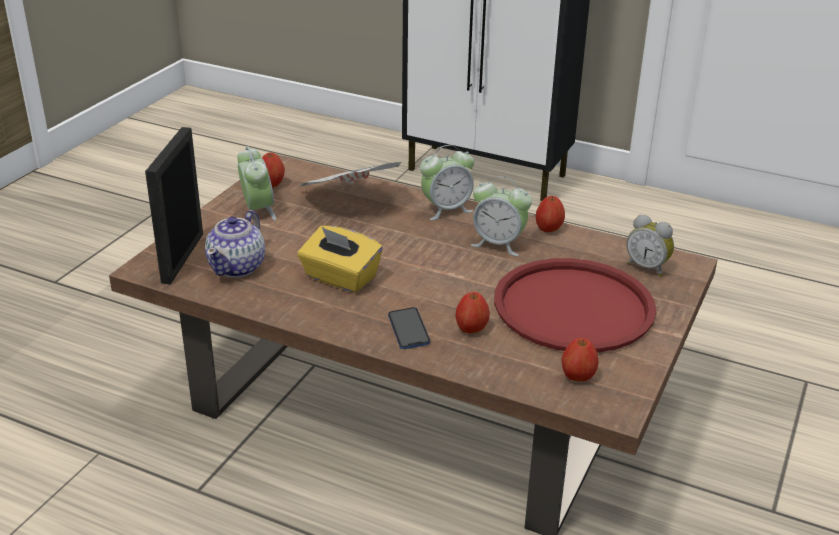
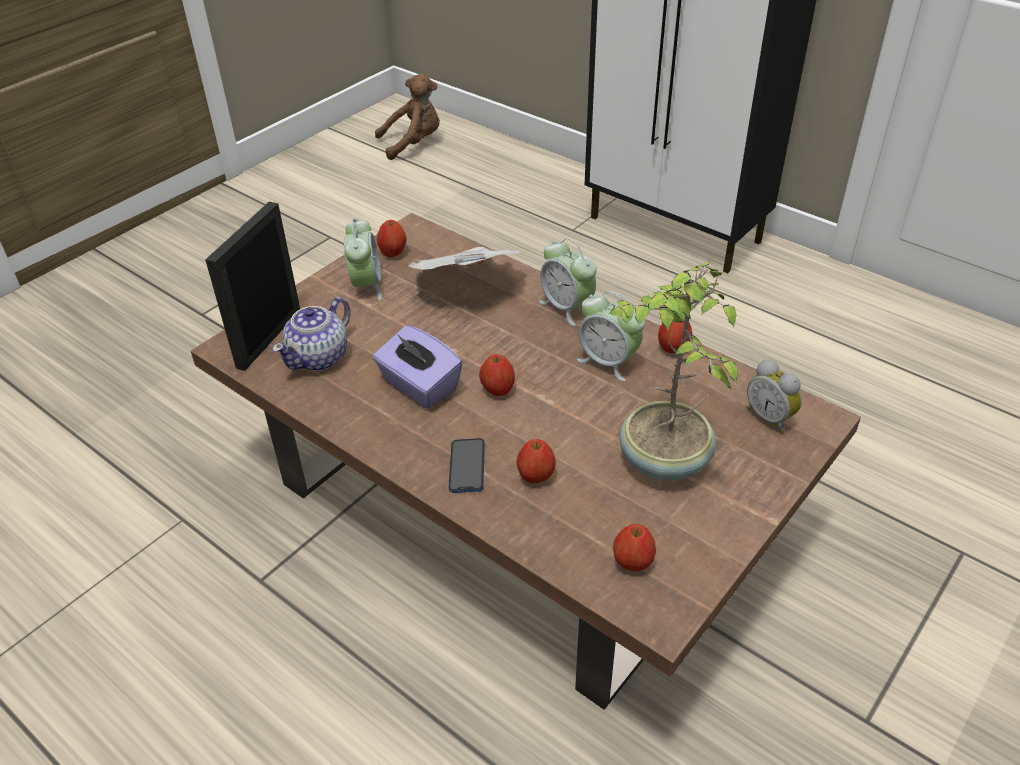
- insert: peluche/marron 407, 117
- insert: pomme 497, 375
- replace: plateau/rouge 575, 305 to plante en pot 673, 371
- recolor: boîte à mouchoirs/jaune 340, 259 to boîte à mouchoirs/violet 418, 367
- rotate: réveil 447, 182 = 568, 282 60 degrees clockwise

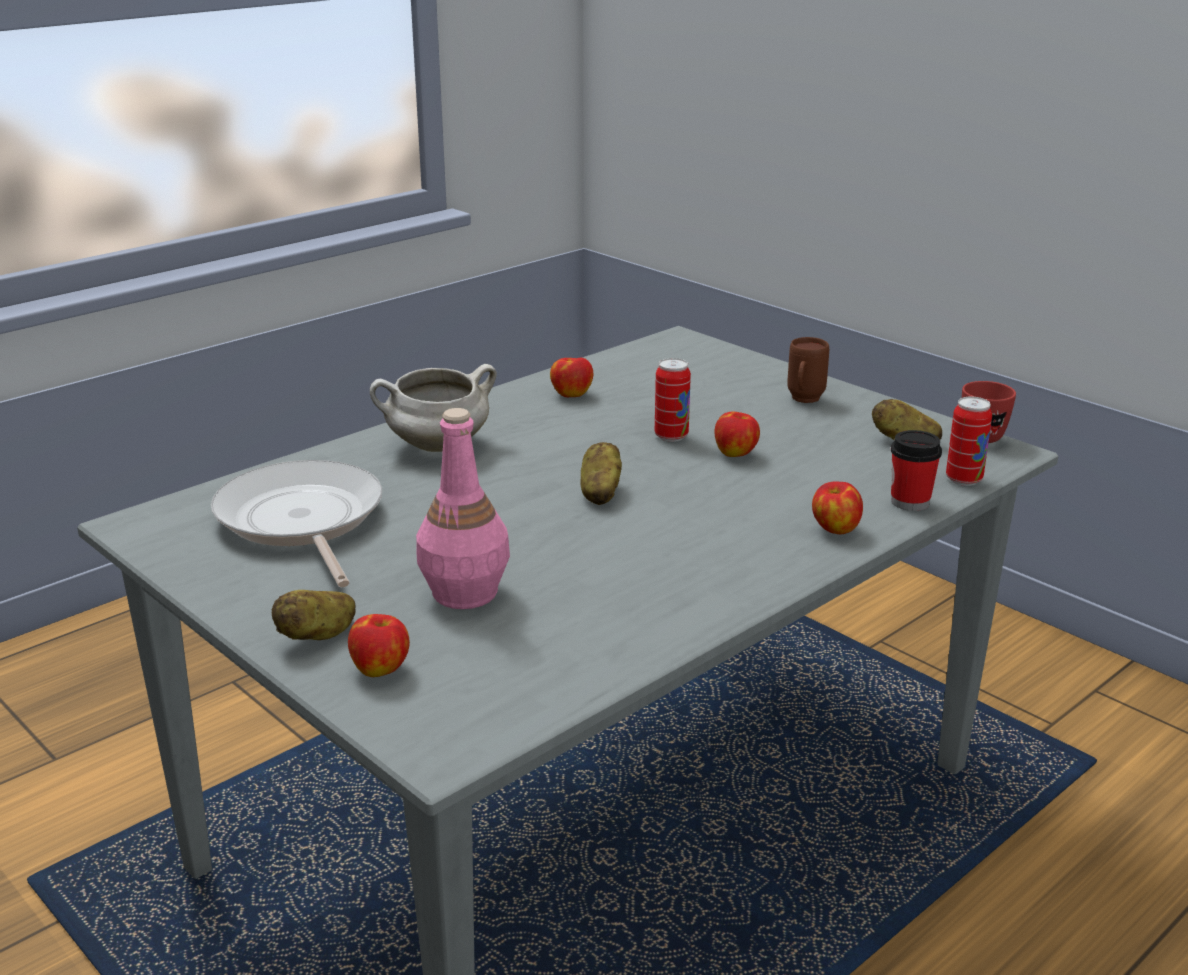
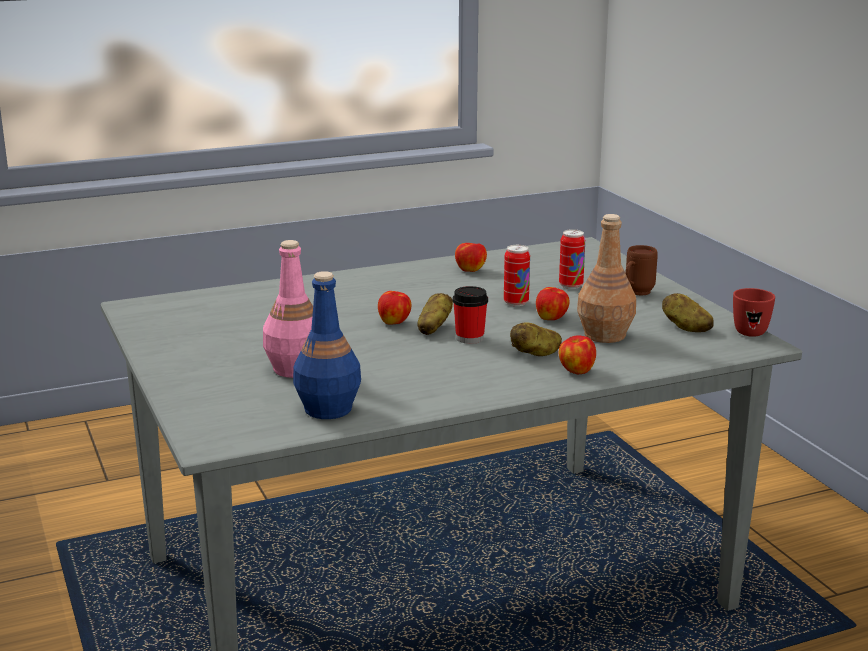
- delete: poêle 296, 523
- delete: marmite/blanc 433, 408
- insert: bouteille/bleu 327, 345
- insert: bouteille/marron 606, 278
- move: pomme de terre 313, 615 to 536, 339
- move: pomme 379, 645 to 394, 308
- move: tasse 916, 470 to 470, 315
- move: boîte métallique 969, 441 to 572, 259

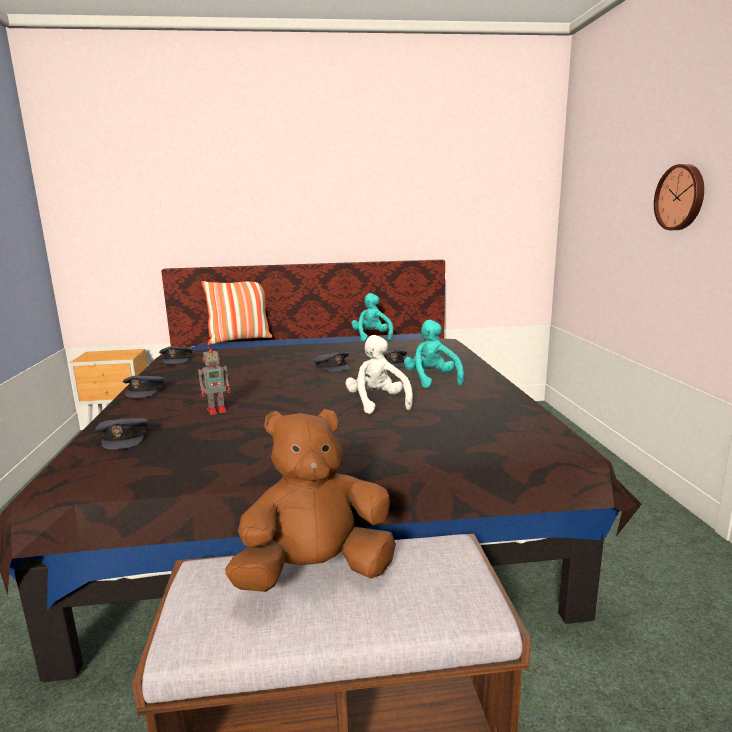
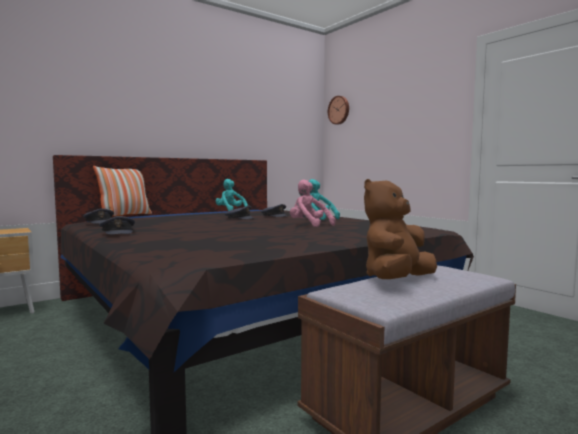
- delete: casquette/gris 122, 433
- delete: robot jouet 214, 380
- move: horloge murale 679, 197 to 338, 110
- recolor: peluche/blanc 379, 374 to peluche/rose 313, 203

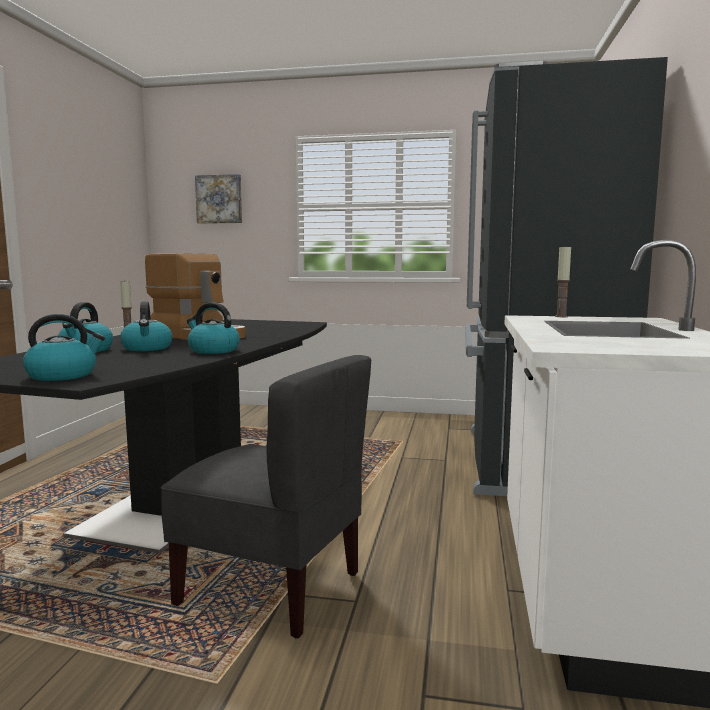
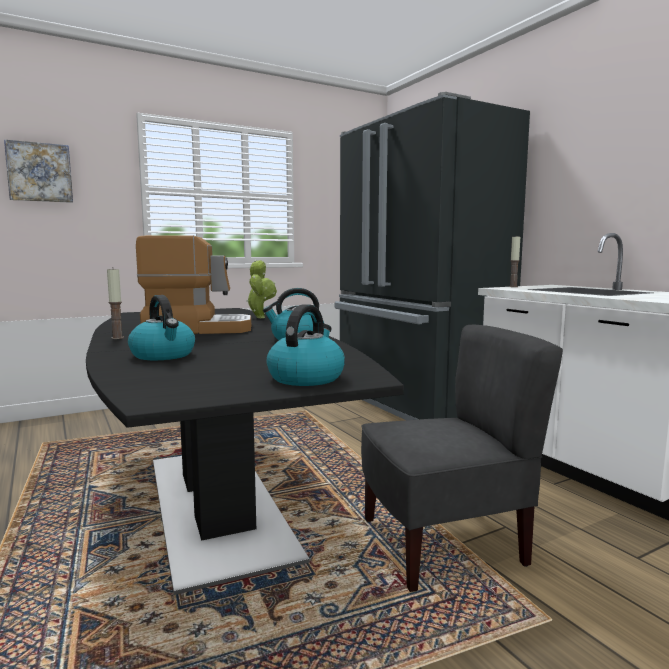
- delete: bouilloire 146, 326
- insert: plante en pot 261, 289

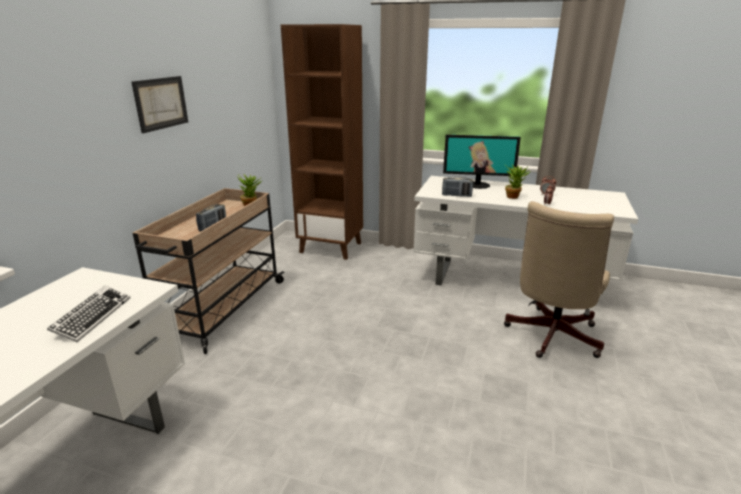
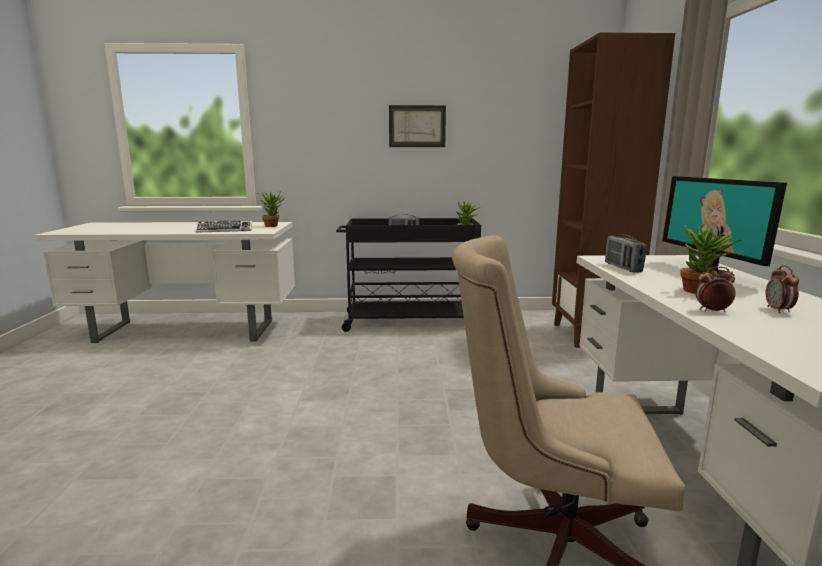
- insert: plante en pot 271, 209
- recolor: chariot/beige 209, 271 to chariot/noir 408, 275

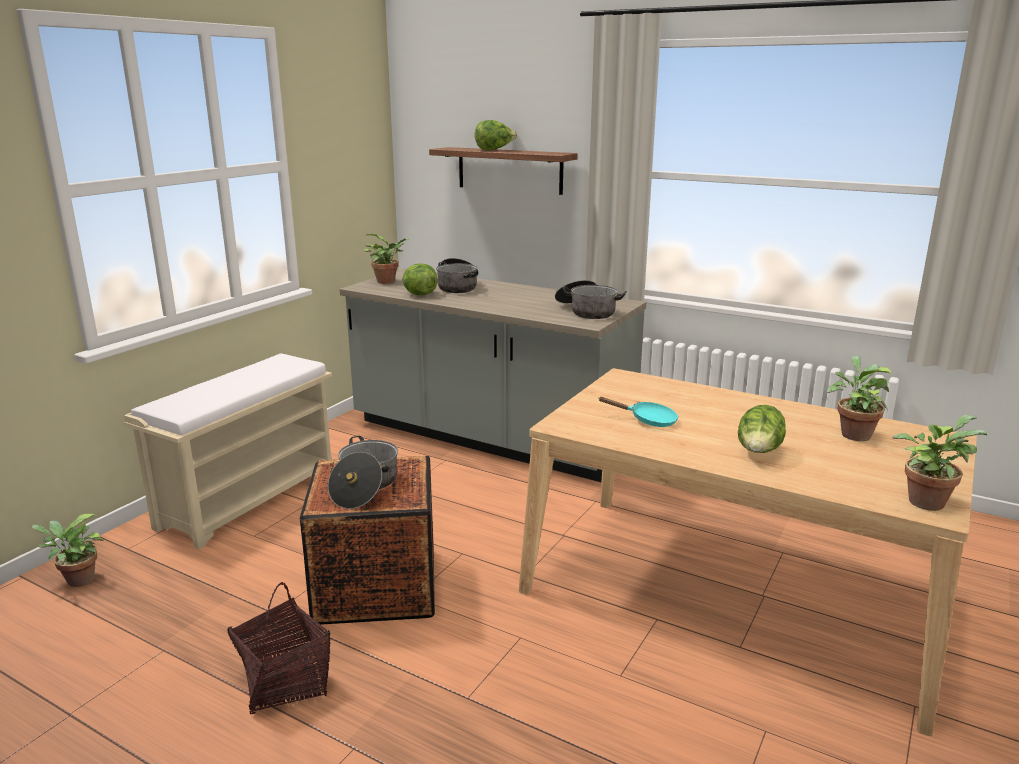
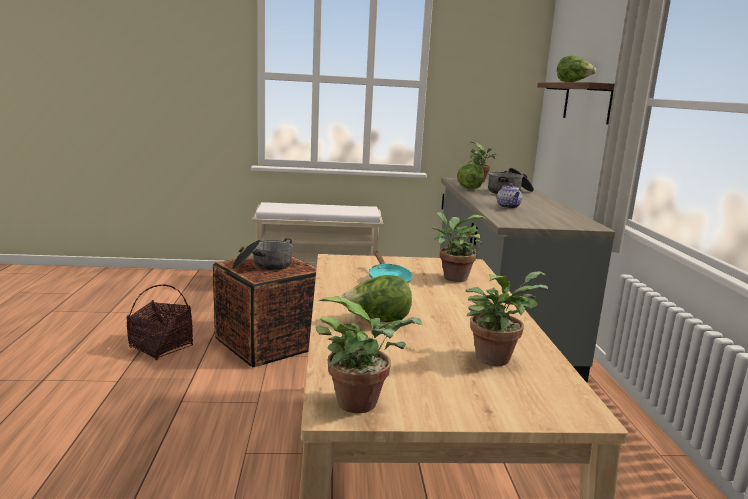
- delete: marmite 590, 299
- insert: théière 509, 196
- move: plante en pot 67, 550 to 459, 247

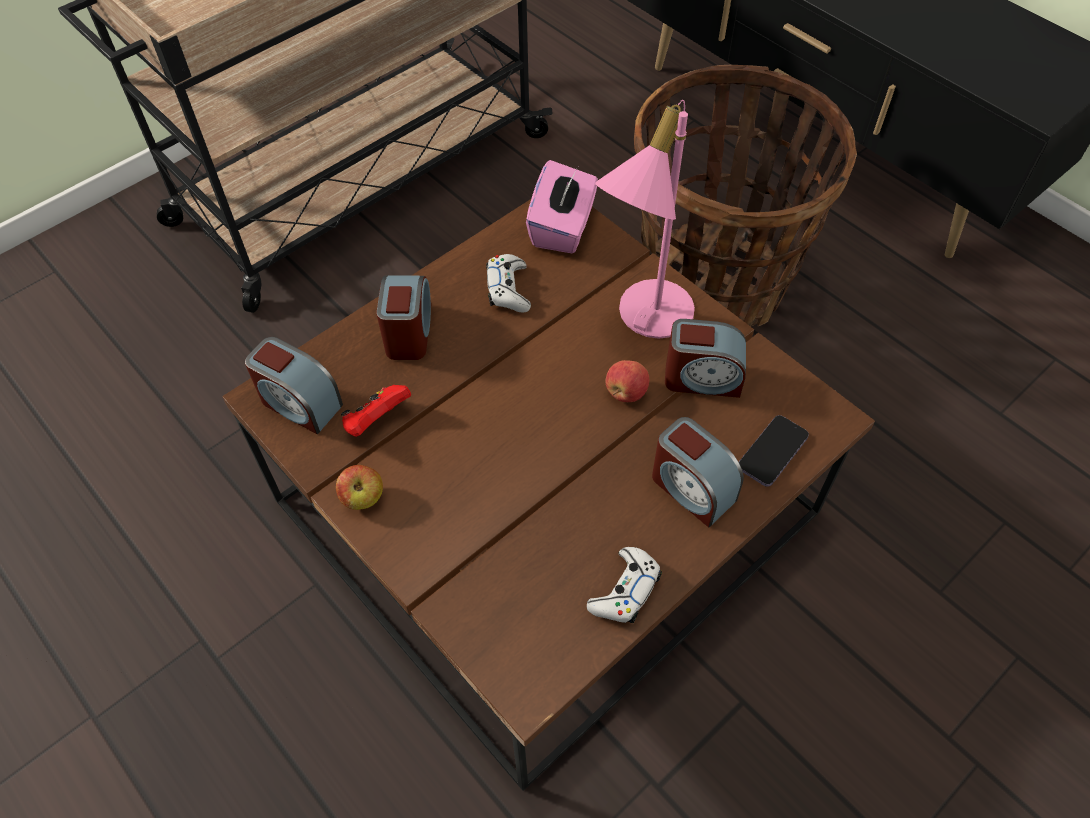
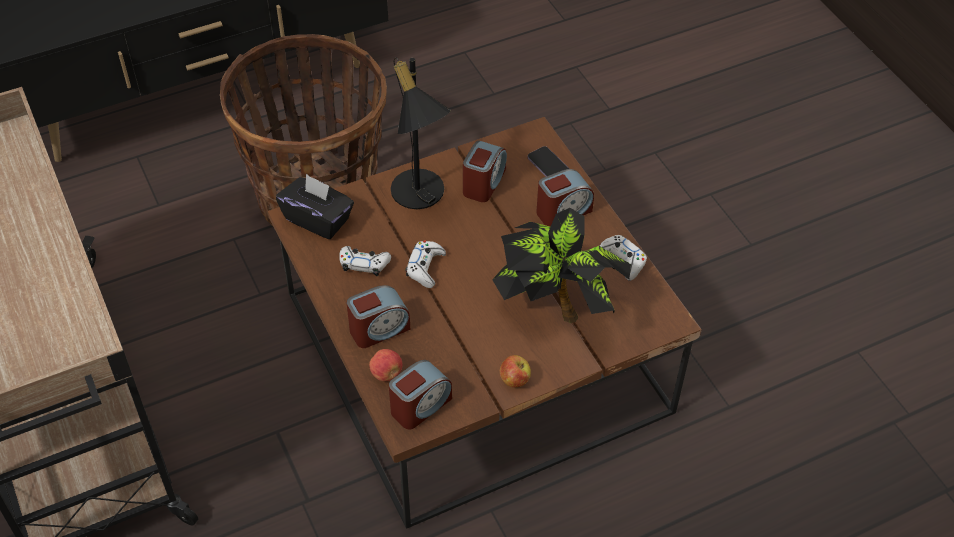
- delete: manette/rouge 376, 411
- insert: manette/blanc 425, 264
- insert: plante en pot 561, 265
- move: pomme 627, 381 to 385, 365
- recolor: boîte à mouchoirs/rose 562, 207 to boîte à mouchoirs/noir 315, 206
- recolor: lampe de table/rose 645, 219 to lampe de table/noir 421, 133
- rotate: réveil 403, 317 = 379, 316 135 degrees clockwise

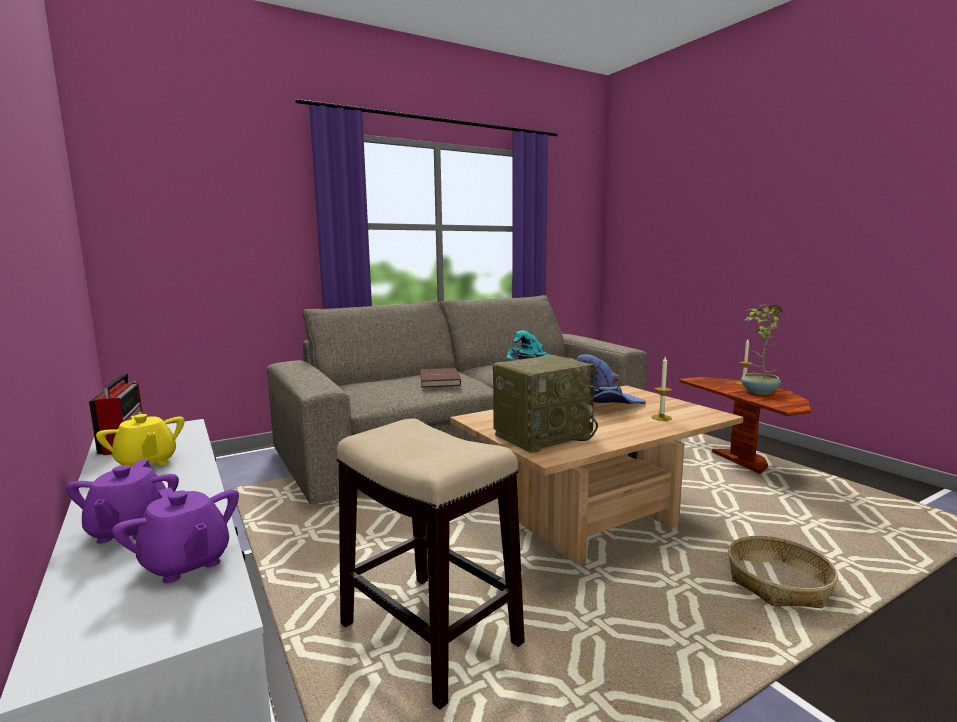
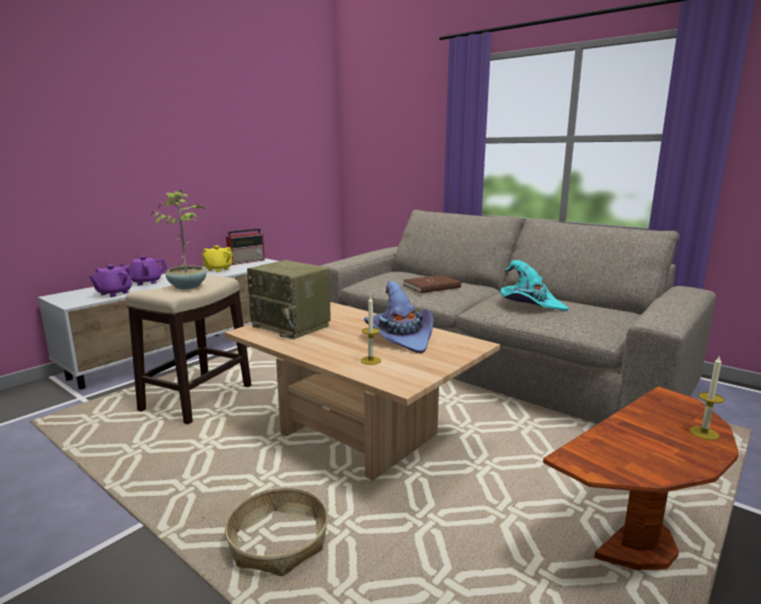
- move: plante en pot 761, 350 to 178, 239

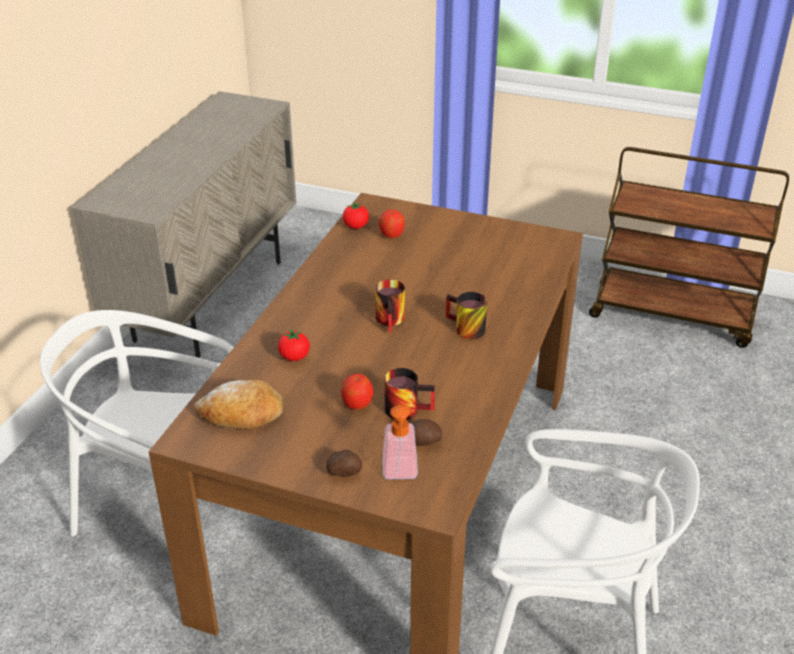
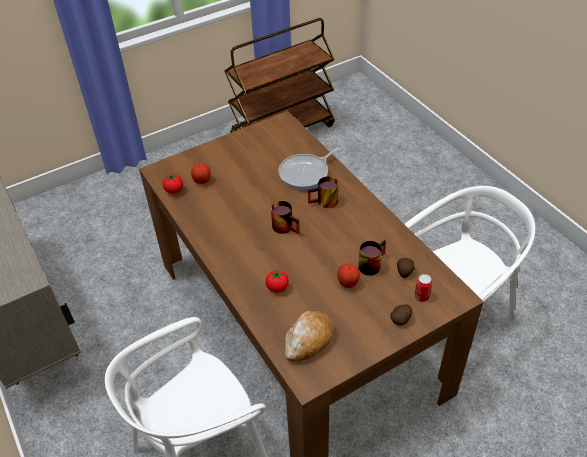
- insert: poêle 310, 168
- replace: distributeur de savon 400, 442 to boîte métallique 423, 288

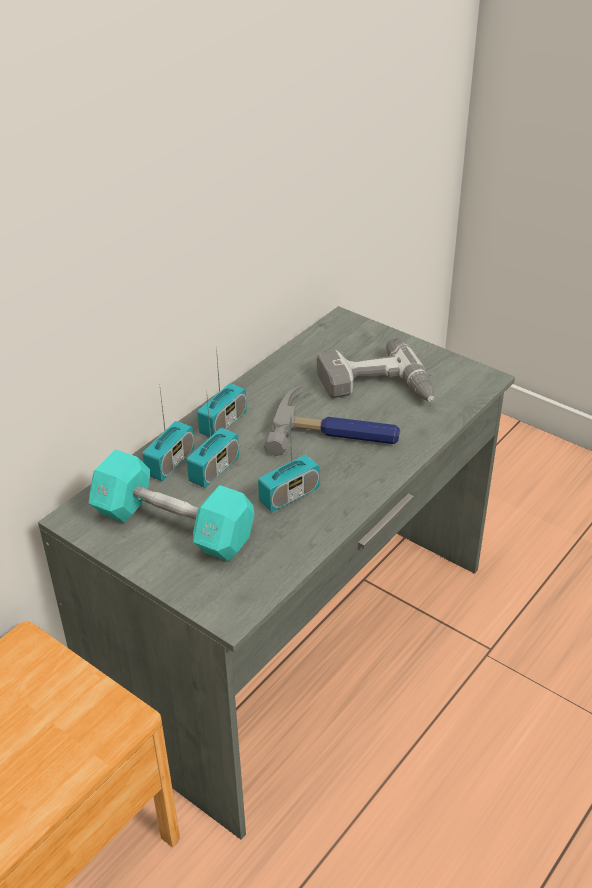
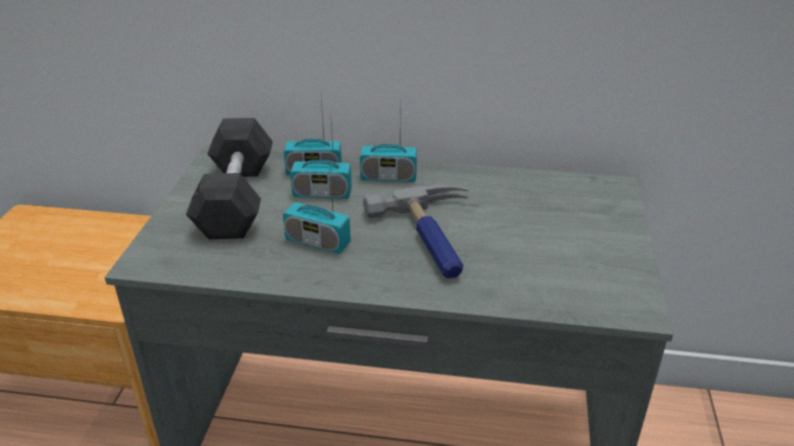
- delete: perceuse 375, 369
- recolor: haltère/turquoise 171, 505 to haltère/noir 229, 178

